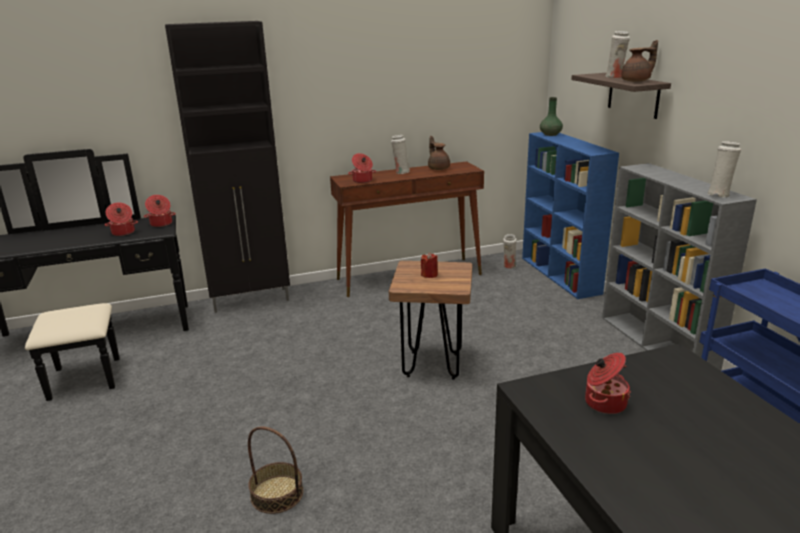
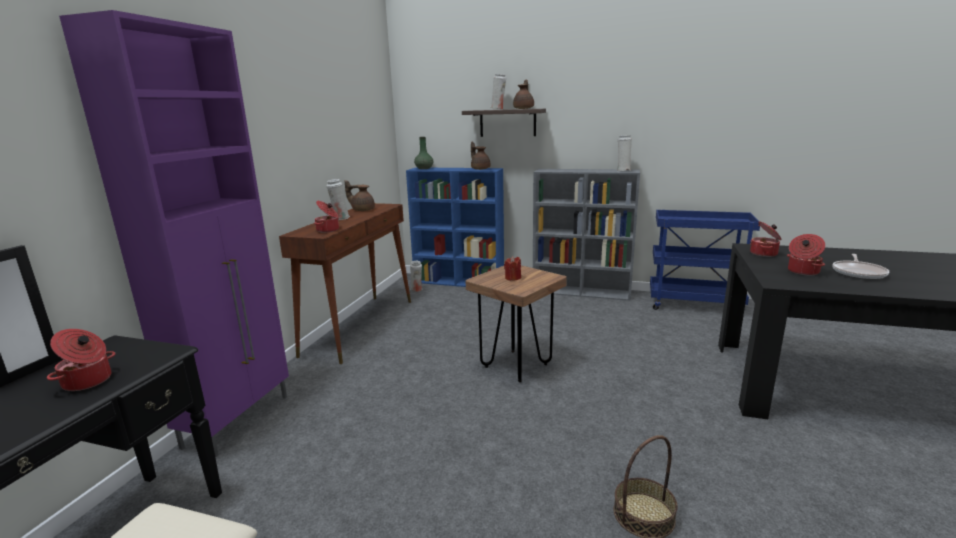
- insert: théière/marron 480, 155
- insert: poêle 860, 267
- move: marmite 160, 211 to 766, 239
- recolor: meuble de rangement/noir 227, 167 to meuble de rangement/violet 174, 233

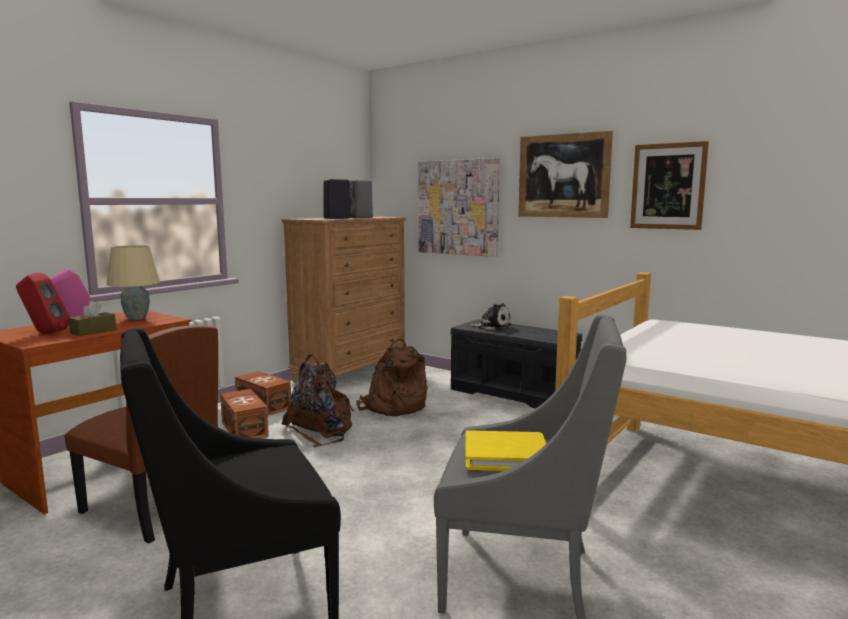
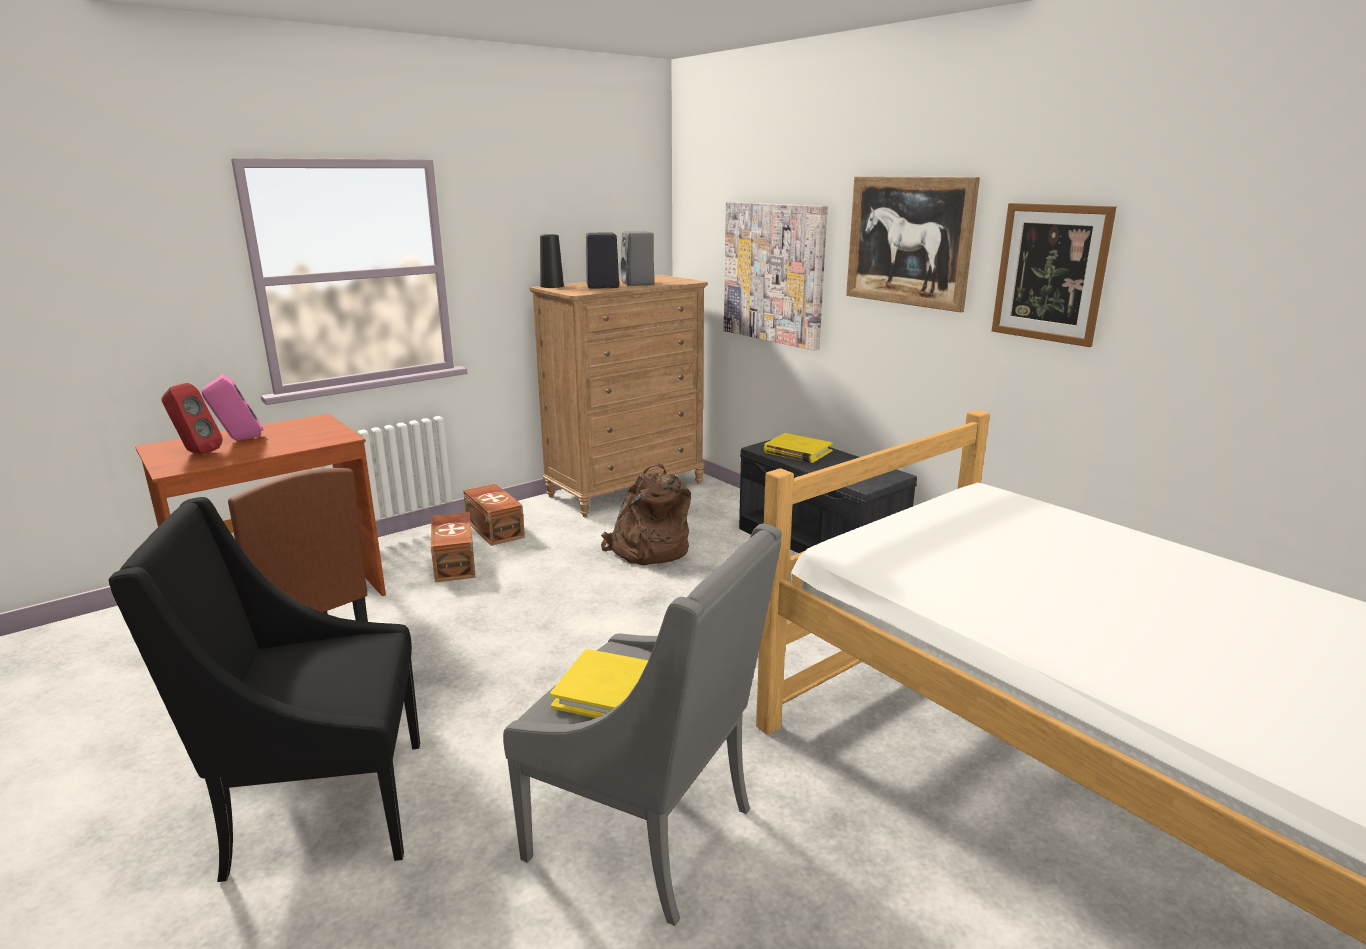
- delete: boîte à mouchoirs/marron 92, 318
- delete: lampe de table/beige 133, 282
- delete: sac à dos/marron 318, 400
- insert: vase/noir 552, 261
- replace: peluche 491, 316 to livre/jaune 798, 448

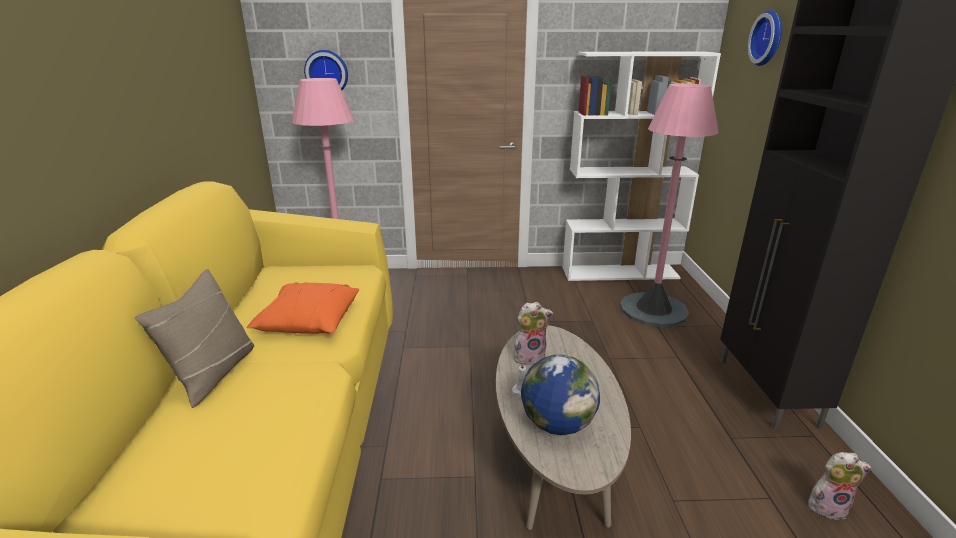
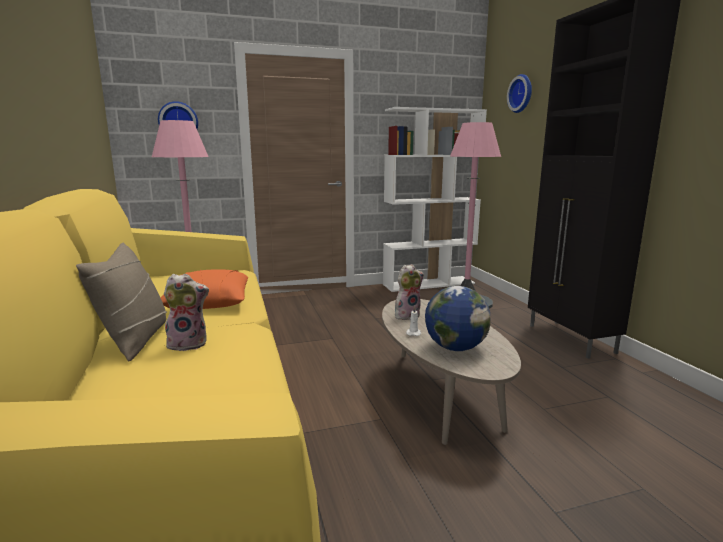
- move: peluche 839, 486 to 186, 312

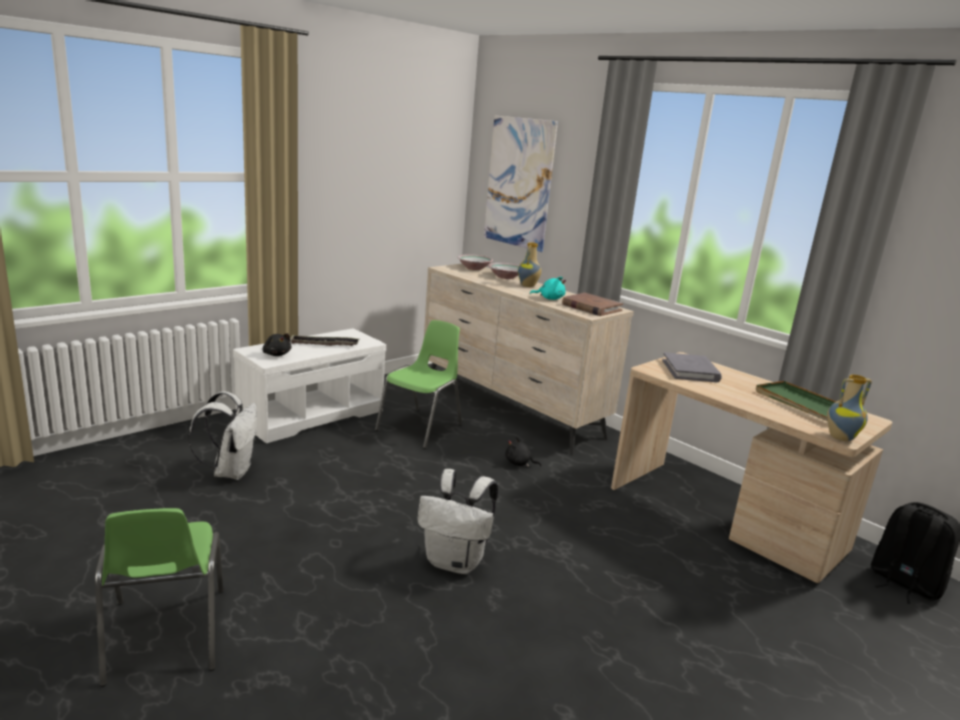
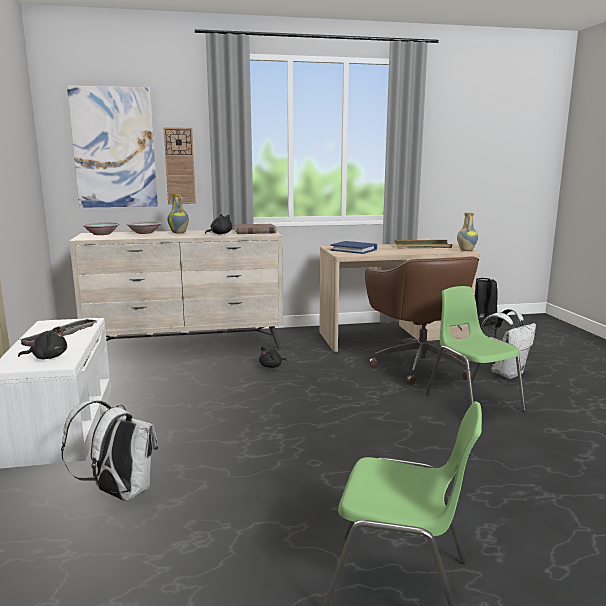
- insert: horloge murale 180, 165
- insert: chaise de bureau/marron 422, 320
- move: chaise/vert 418, 384 to 475, 349
- move: sac à dos/blanc 457, 521 to 508, 344
- recolor: peluche/turquoise 548, 288 to peluche/noir 218, 224
- recolor: livre/gris 692, 367 to livre/bleu 353, 247

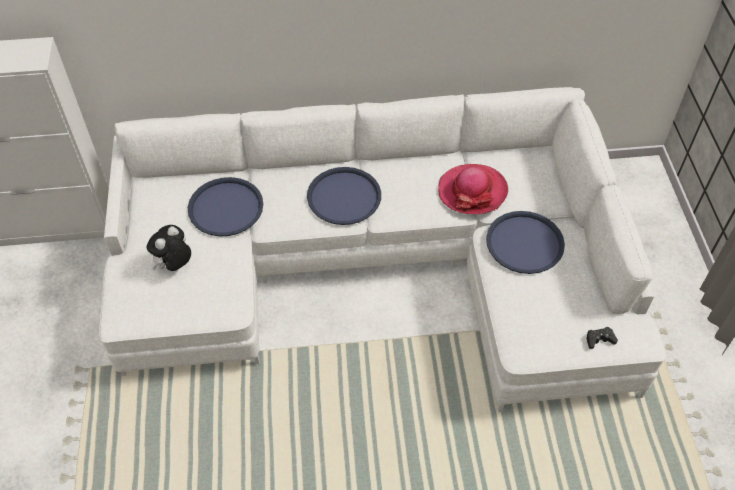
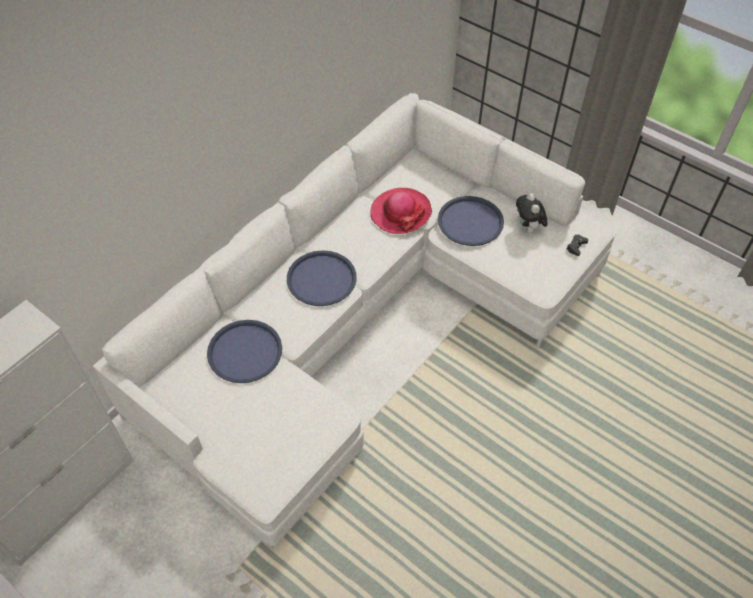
- move: peluche 169, 248 to 531, 214

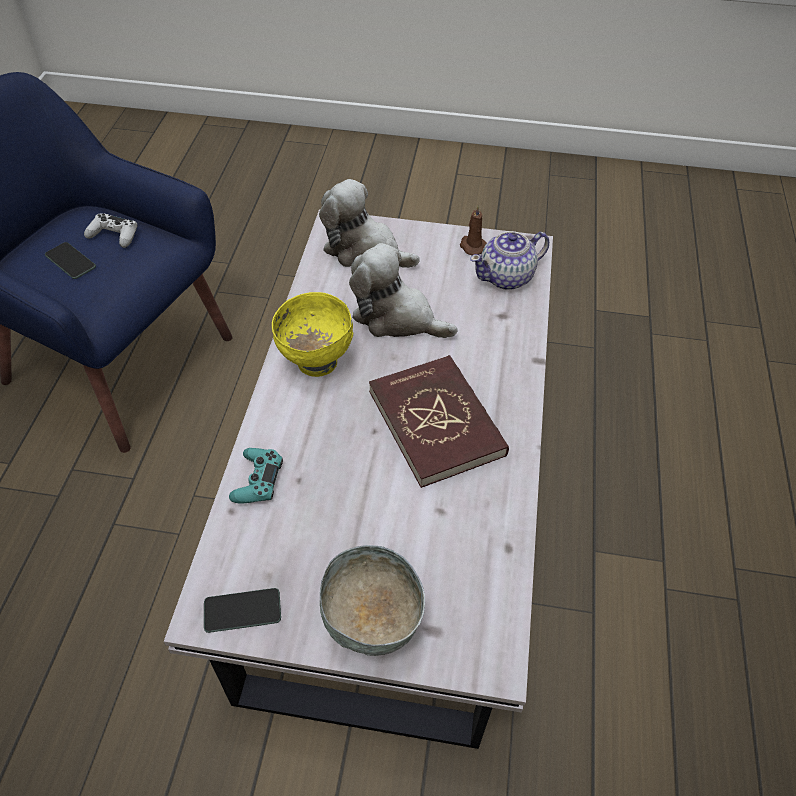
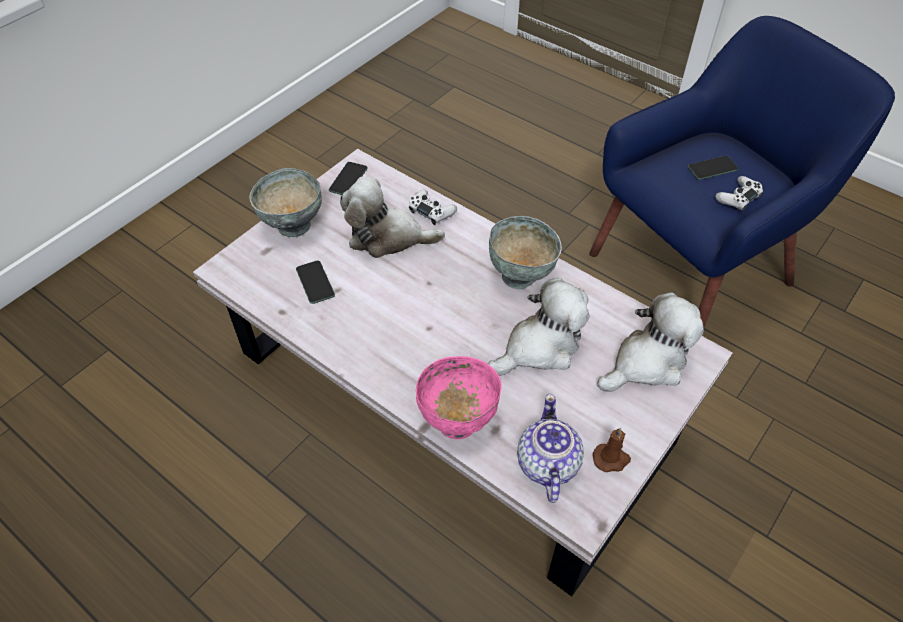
- delete: livre/rouge 439, 421
- insert: téléphone 315, 282
- insert: peluche 392, 217
- insert: bol/rose 459, 397
- recolor: manette/turquoise 256, 476 to manette/blanc 433, 207
- recolor: bol/jaune 312, 334 to bol/gris 525, 252

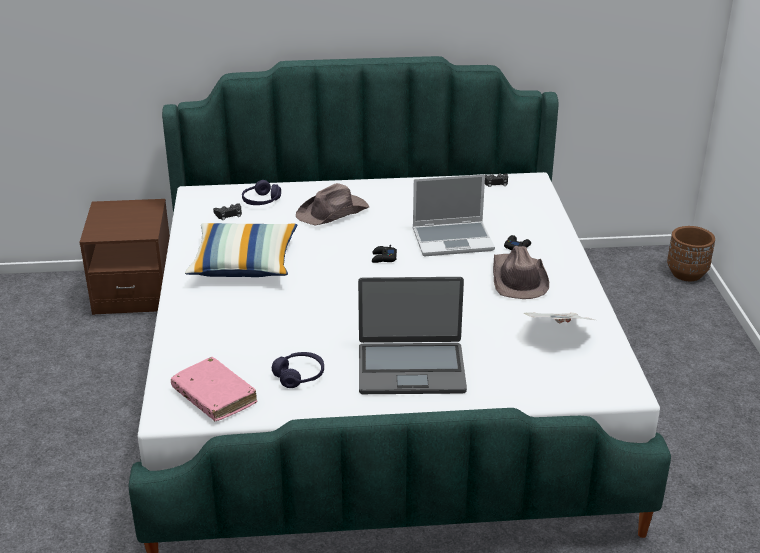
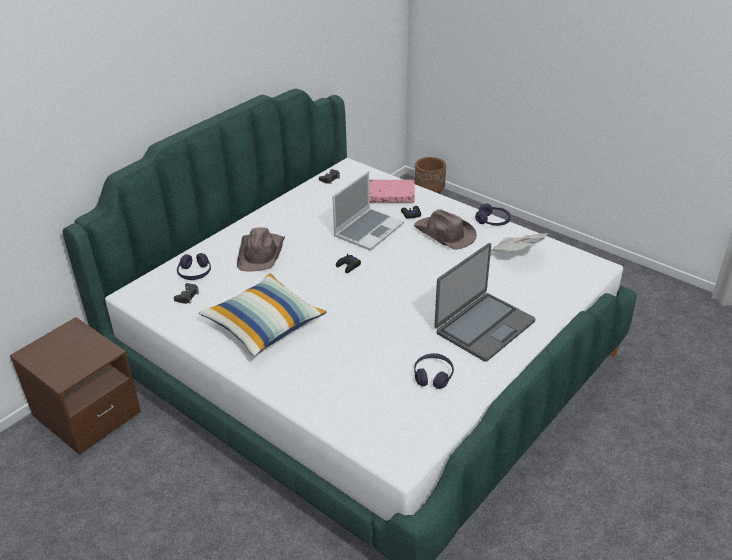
- insert: casque audio/violet 492, 215
- move: livre/rose 214, 389 to 392, 191

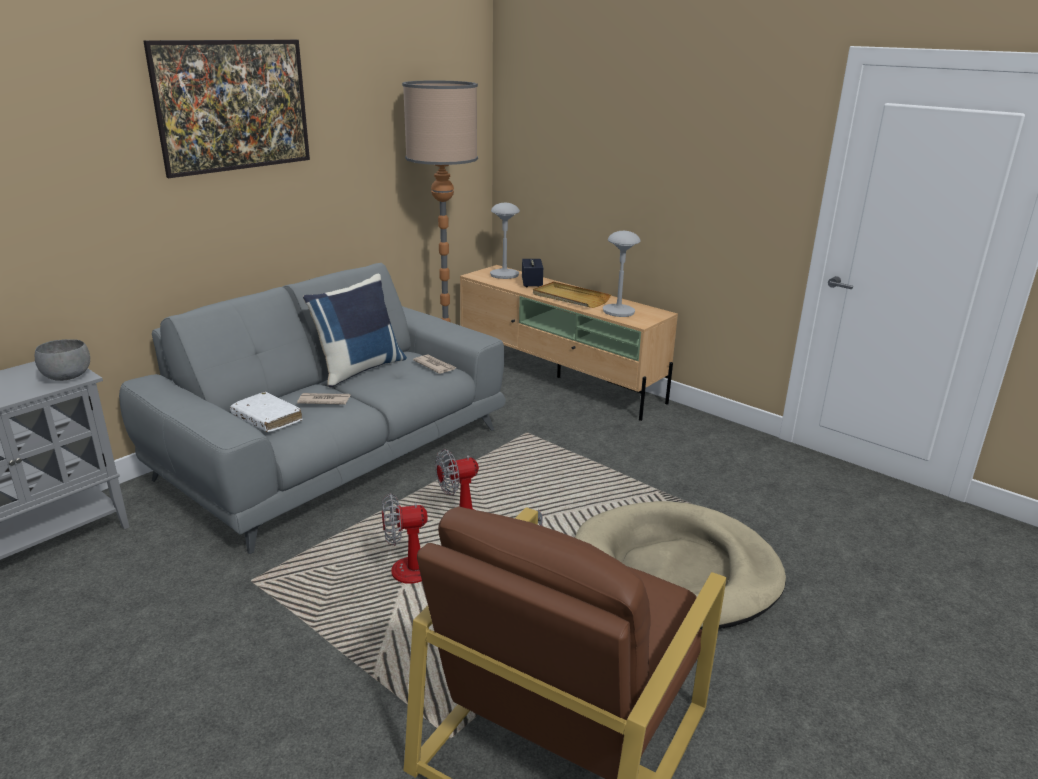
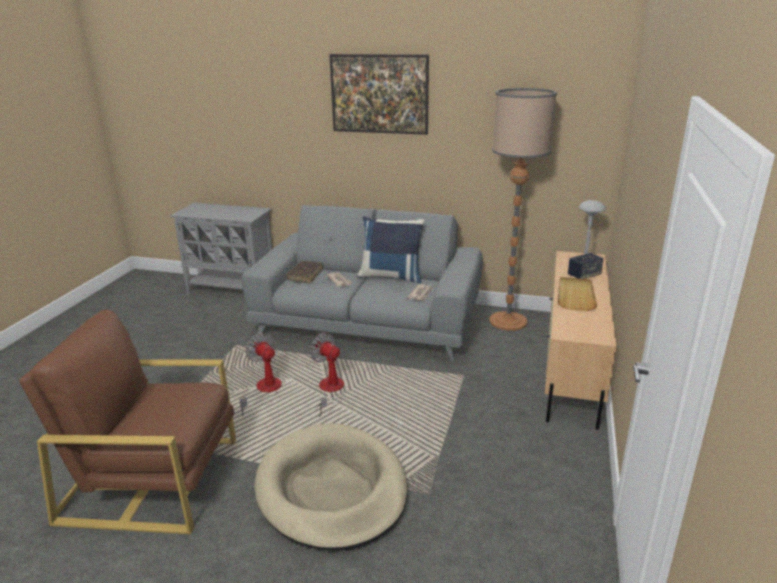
- delete: bol/gris 62, 360
- delete: lampe de table/gris 621, 274
- recolor: livre/blanc 266, 412 to livre/marron 305, 272

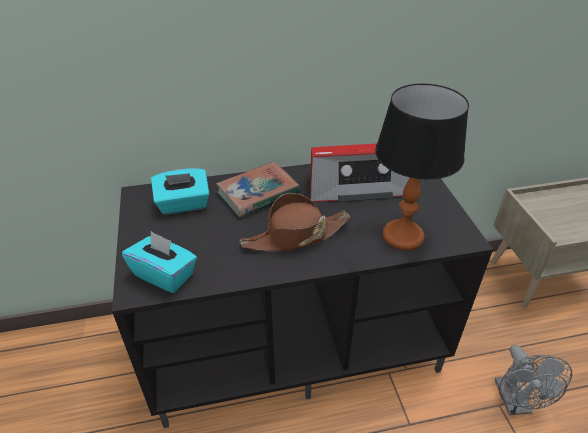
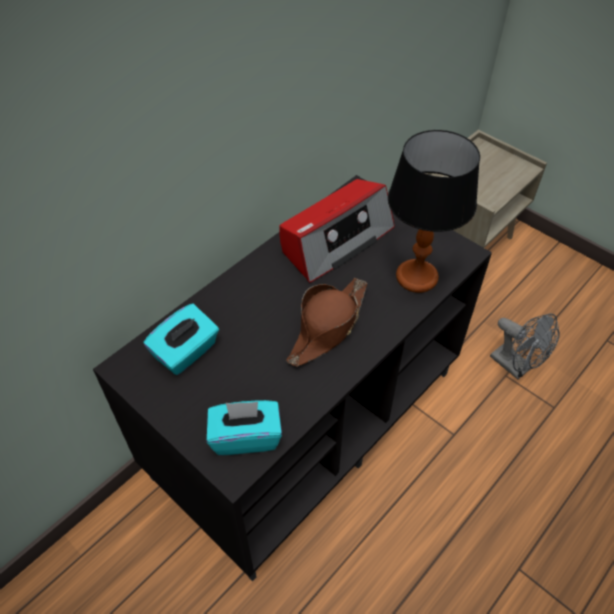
- delete: livre 258, 189

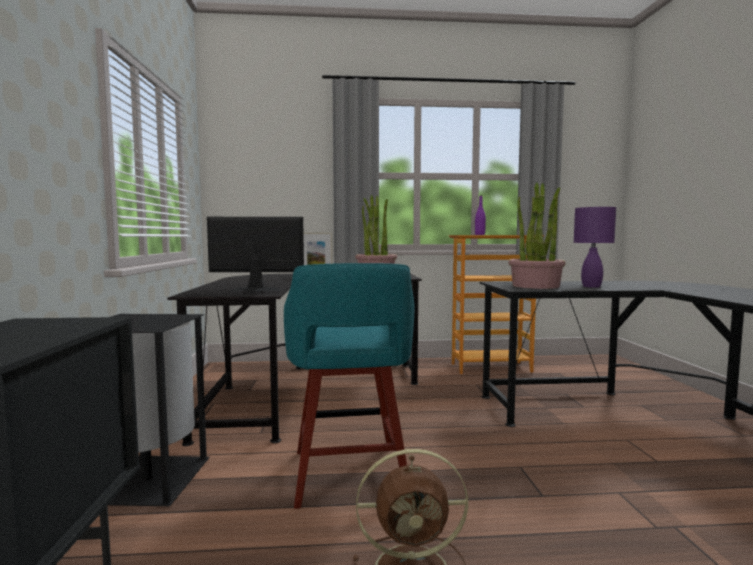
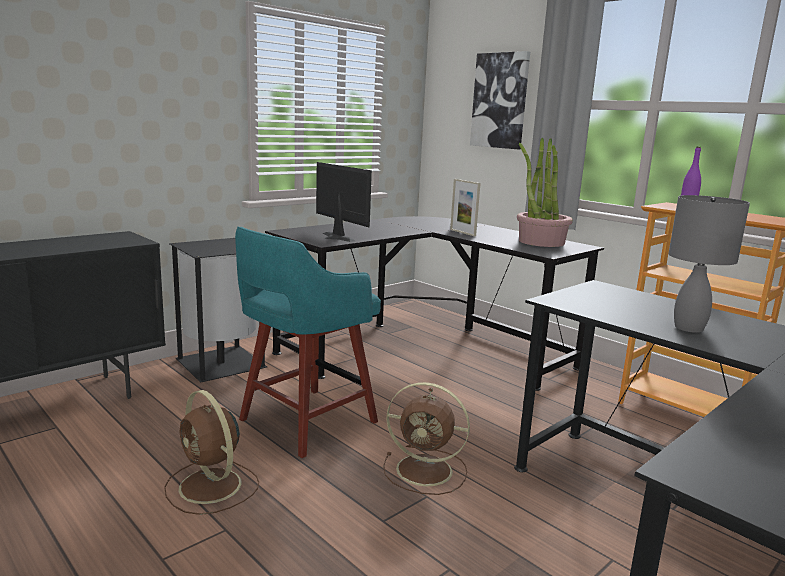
- delete: plante en pot 537, 236
- insert: ventilateur/marron 426, 438
- insert: tableau 500, 100
- recolor: lampe de table/violet 595, 247 to lampe de table/gris 709, 264

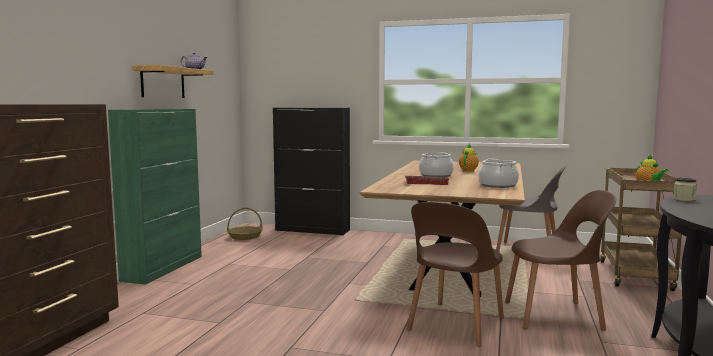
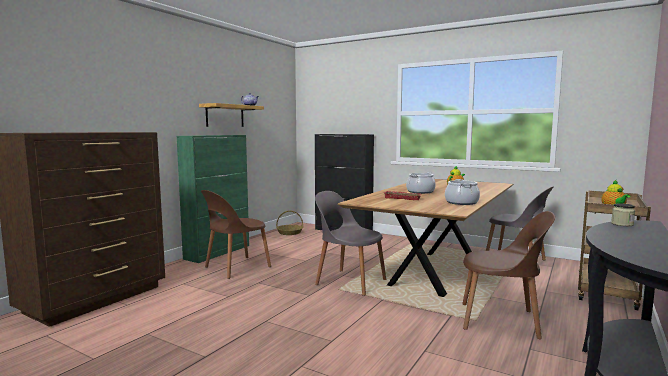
- insert: chaise/gris 350, 243
- move: chaise/marron 455, 274 to 236, 234

